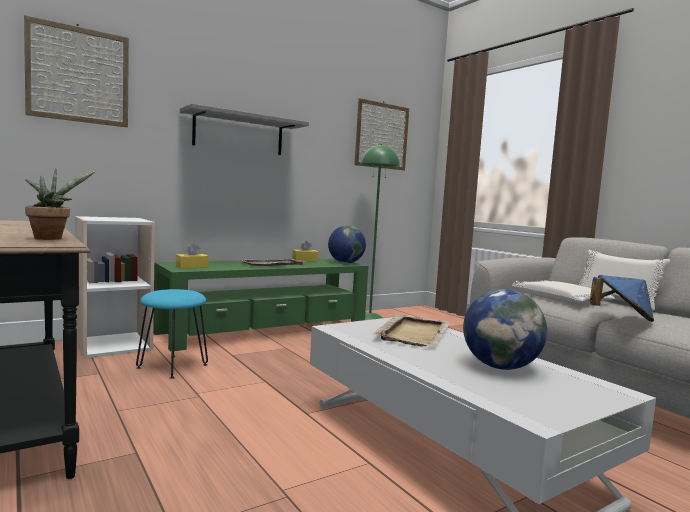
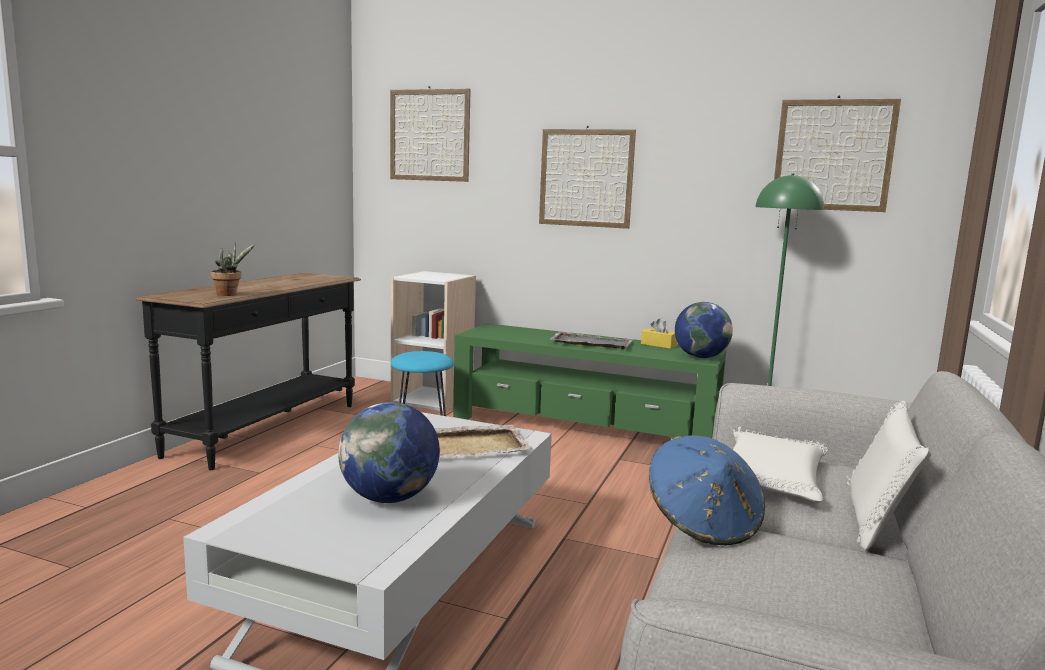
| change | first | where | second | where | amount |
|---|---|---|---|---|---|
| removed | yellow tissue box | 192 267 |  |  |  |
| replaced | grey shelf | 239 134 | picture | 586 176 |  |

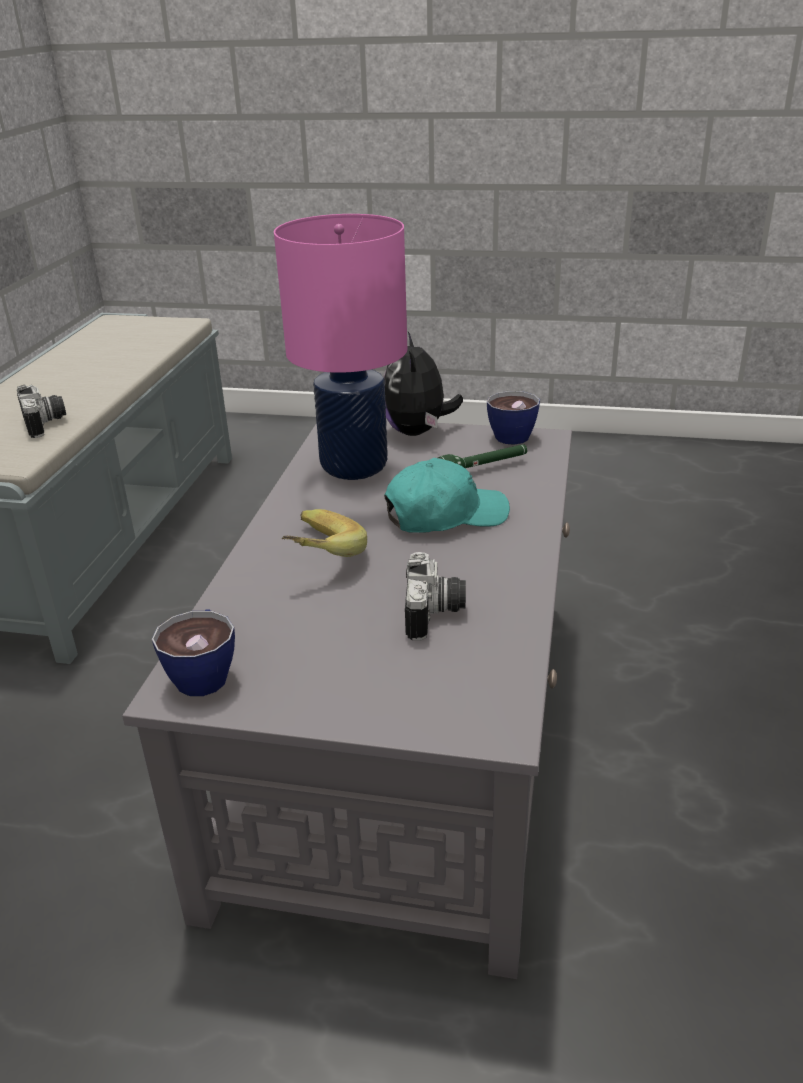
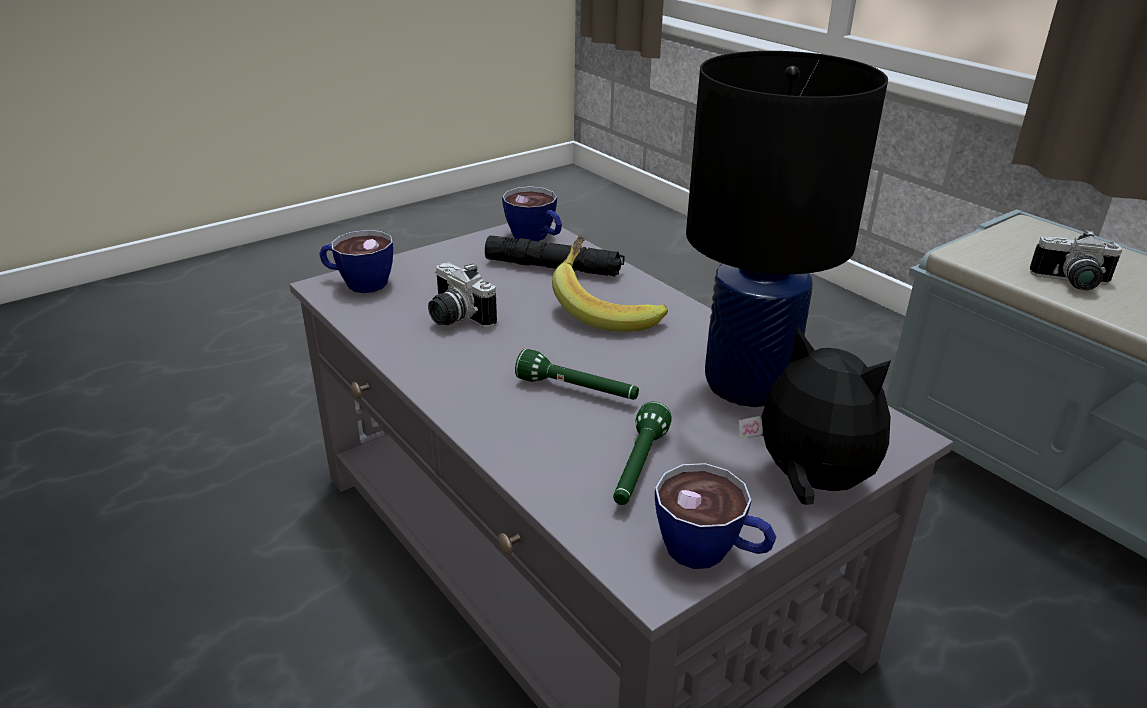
| change | first | where | second | where | amount |
|---|---|---|---|---|---|
| recoloured | pink table lamp | 353 470 | black table lamp | 749 390 |  |
| replaced | turquoise cap | 445 515 | green flashlight | 577 391 |  |
| added |  |  | cup | 358 283 |  |
| added |  |  | black flashlight | 553 267 |  |

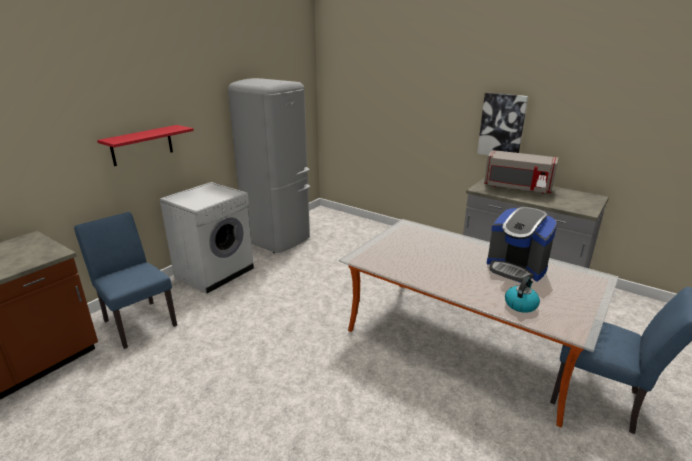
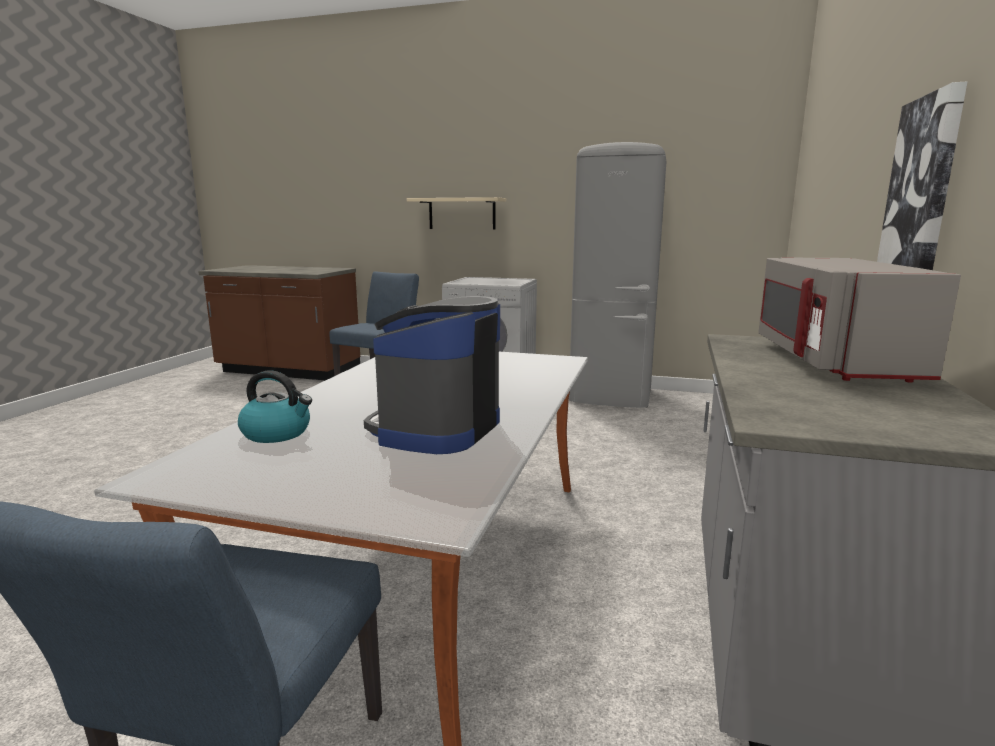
| change | first | where | second | where | amount |
|---|---|---|---|---|---|
| recoloured | red shelf | 142 145 | beige shelf | 462 214 |  |

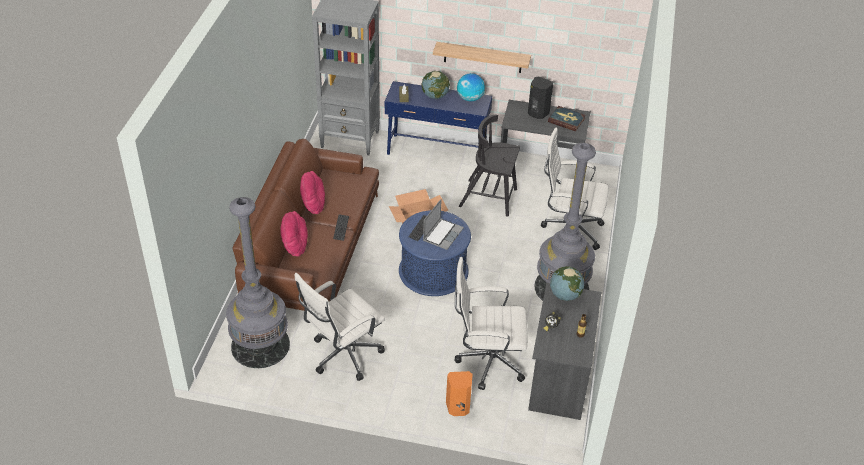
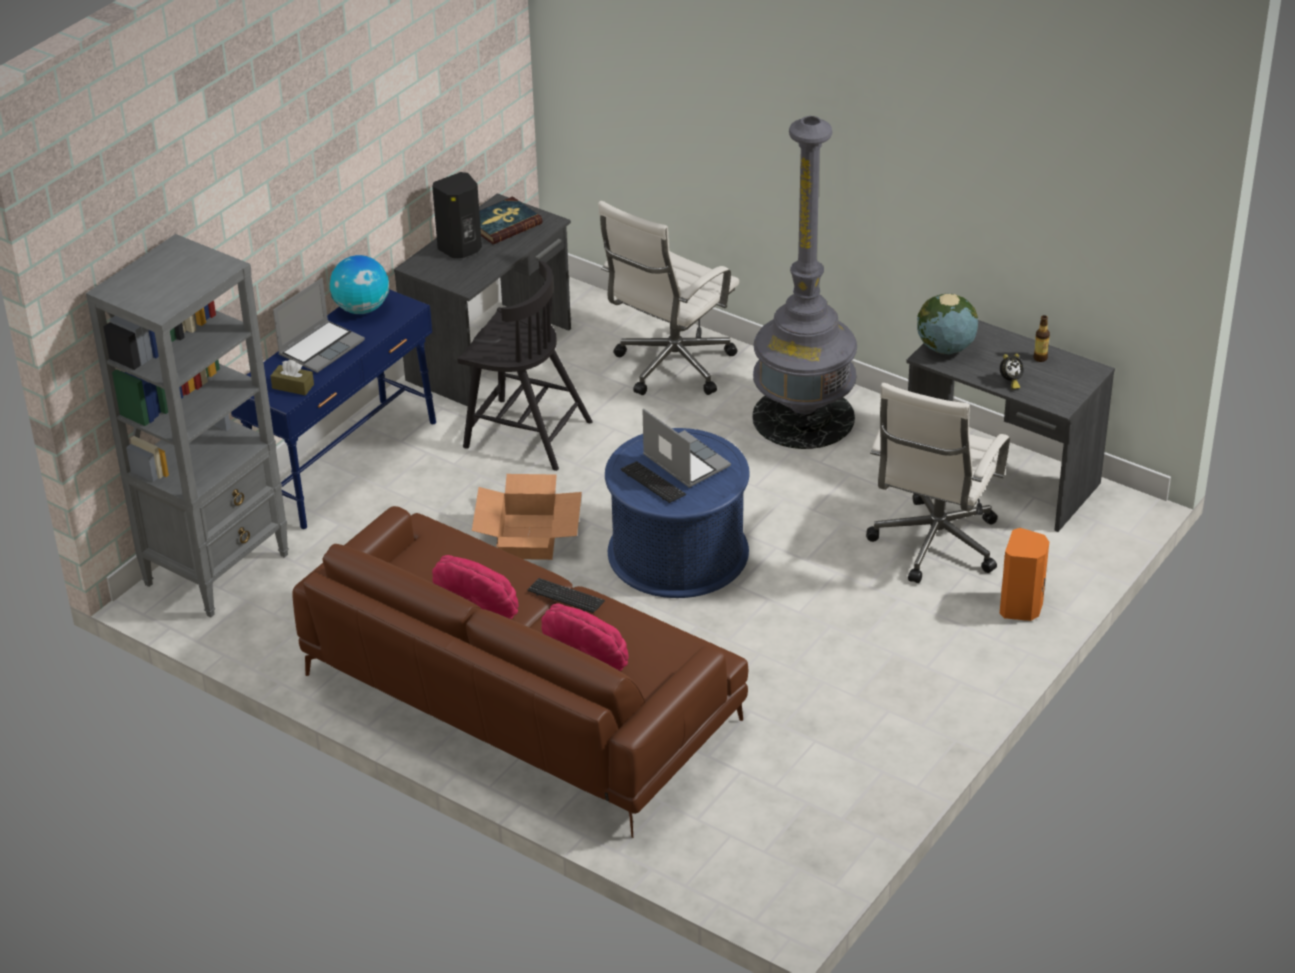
| change | first | where | second | where | amount |
|---|---|---|---|---|---|
| removed | grey floor lamp | 260 345 |  |  |  |
| removed | white office chair | 343 356 |  |  |  |
| replaced | globe | 435 96 | laptop | 321 347 |  |
| removed | shelf | 482 57 |  |  |  |
| turned | black chair | 489 198 |  | 525 433 | 105 degrees counterclockwise |

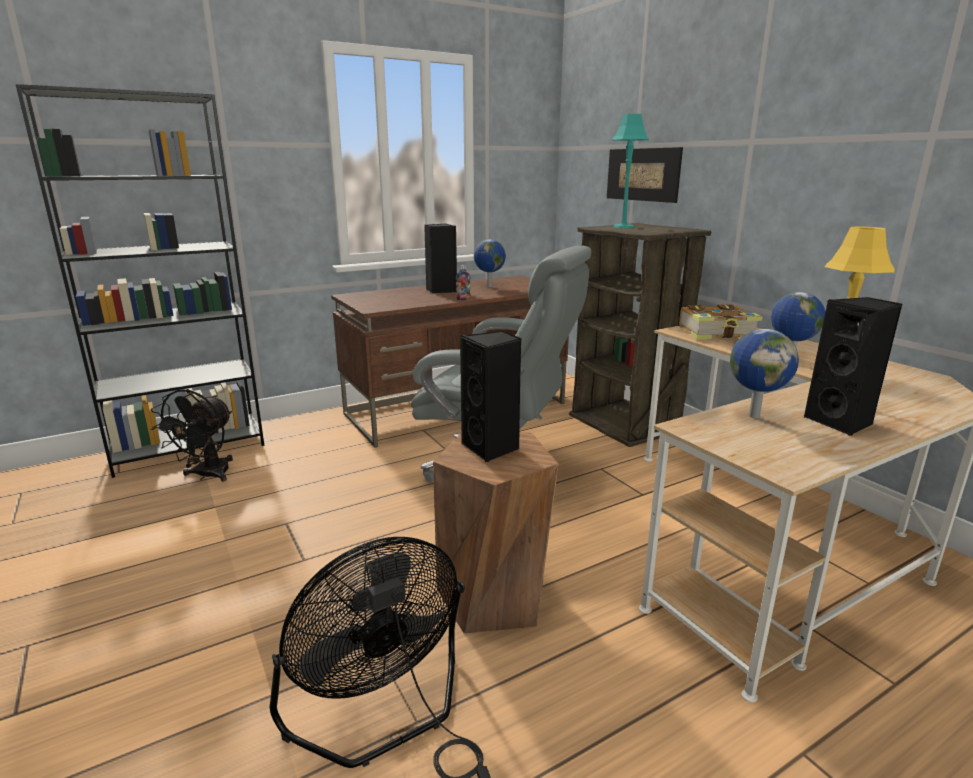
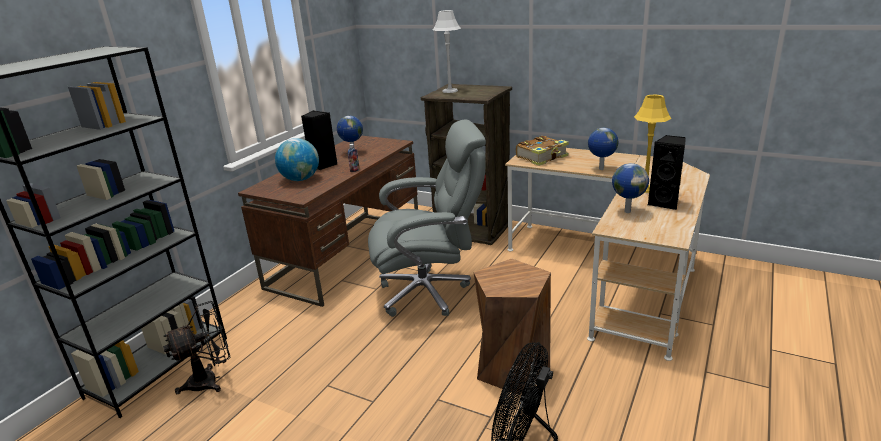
| change | first | where | second | where | amount |
|---|---|---|---|---|---|
| turned | black fan | 207 475 |  | 211 380 | 105 degrees counterclockwise |
| removed | black speaker | 492 448 |  |  |  |
| removed | picture | 642 174 |  |  |  |
| recoloured | turquoise table lamp | 623 226 | grey table lamp | 450 91 |  |
| added |  |  | globe | 300 179 |  |

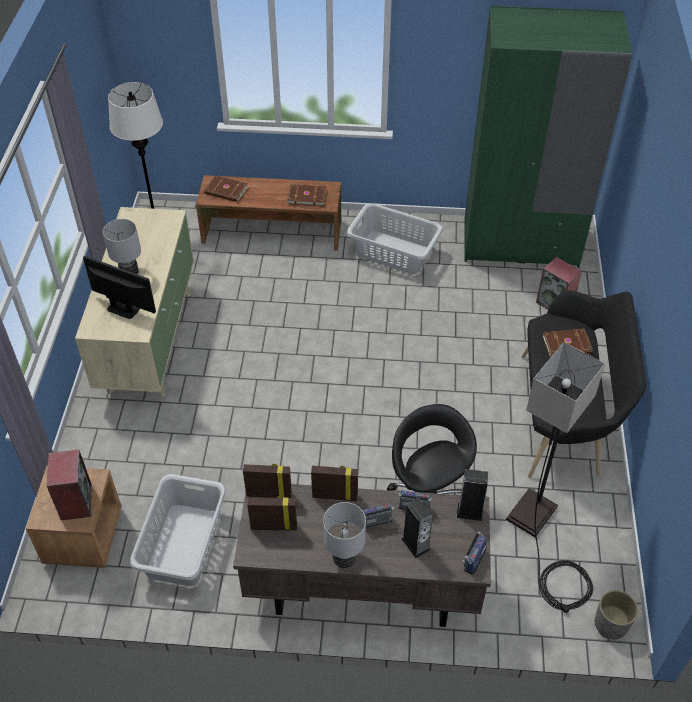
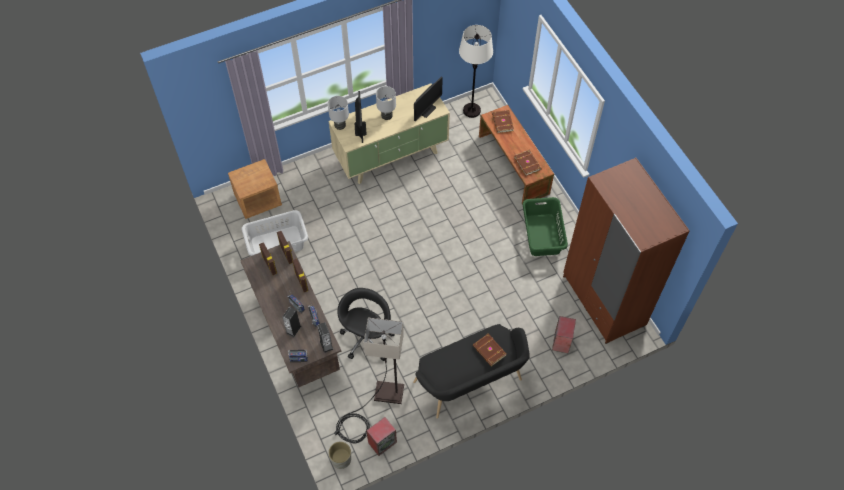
| change | first | where | second | where | amount |
|---|---|---|---|---|---|
| moved | speaker | 75 501 |  | 382 442 |  |
| moved | grey table lamp | 344 557 |  | 340 125 |  |
| recoloured | grey laundry basket | 393 252 | green laundry basket | 542 234 |  |
| recoloured | green wardrobe | 520 243 | brown wardrobe | 603 300 |  |
| added |  |  | monitor | 427 110 |  |

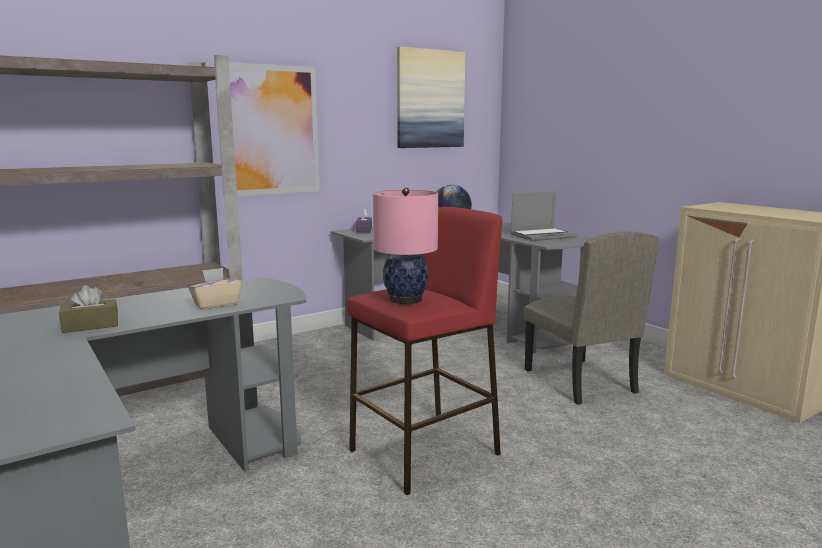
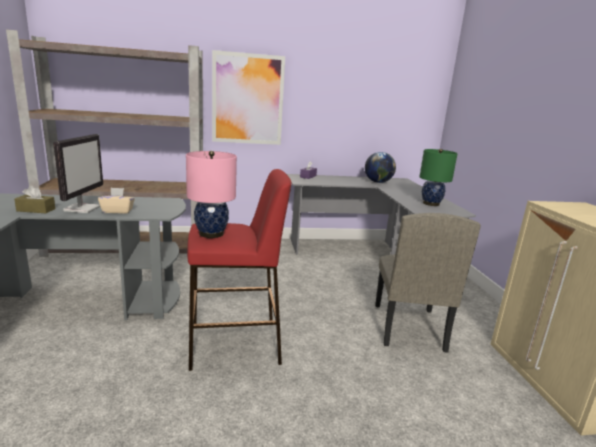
| change | first | where | second | where | amount |
|---|---|---|---|---|---|
| removed | picture | 430 99 |  |  |  |
| replaced | laptop | 543 236 | green table lamp | 431 203 |  |
| added |  |  | monitor | 82 208 |  |

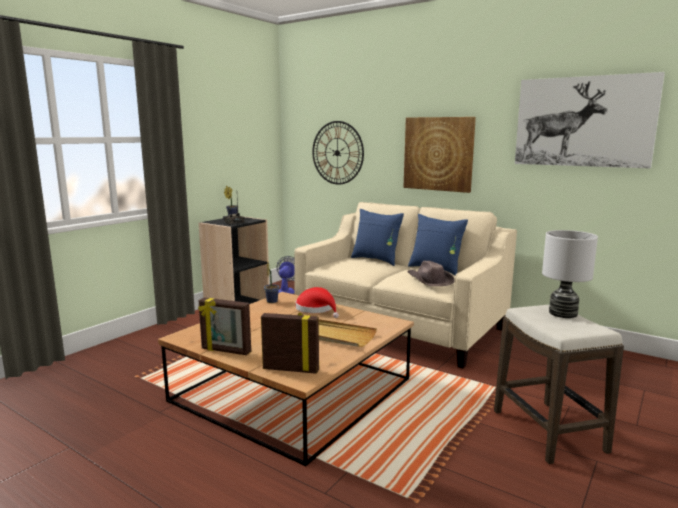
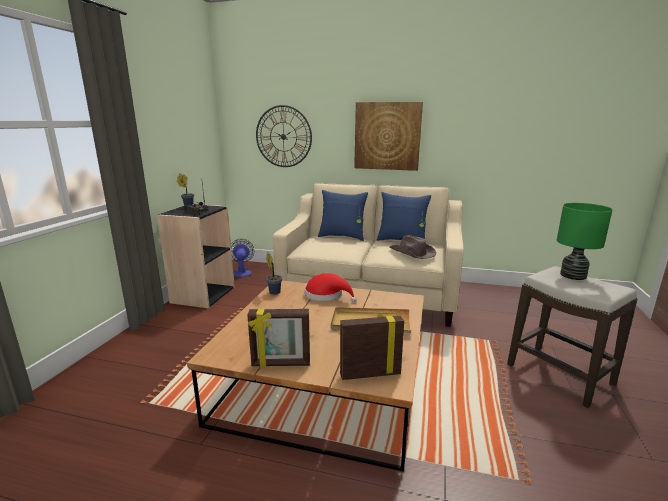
| change | first | where | second | where | amount |
|---|---|---|---|---|---|
| removed | picture | 583 122 |  |  |  |
| recoloured | grey table lamp | 562 313 | green table lamp | 573 275 |  |

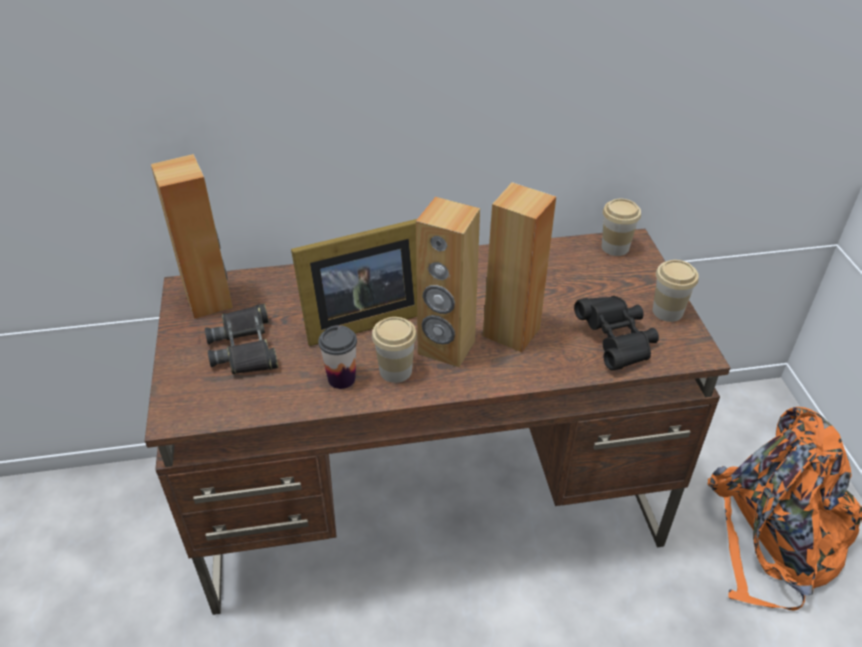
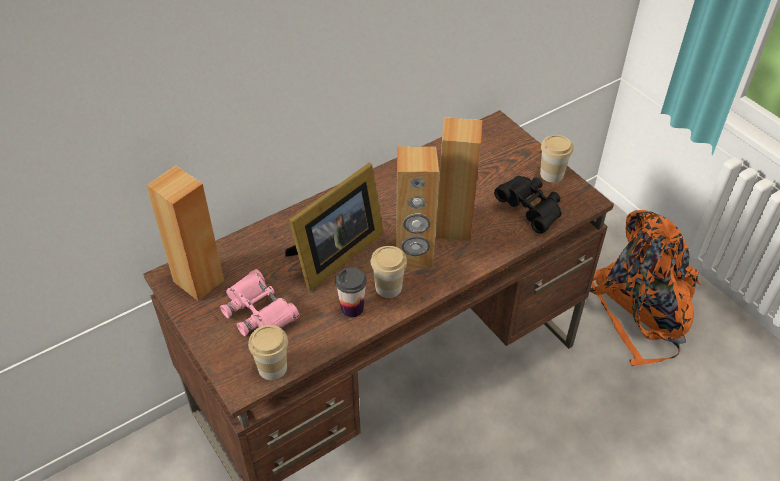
| change | first | where | second | where | amount |
|---|---|---|---|---|---|
| recoloured | black binoculars | 245 347 | pink binoculars | 258 310 |  |
| moved | cup | 615 247 |  | 272 368 |  |

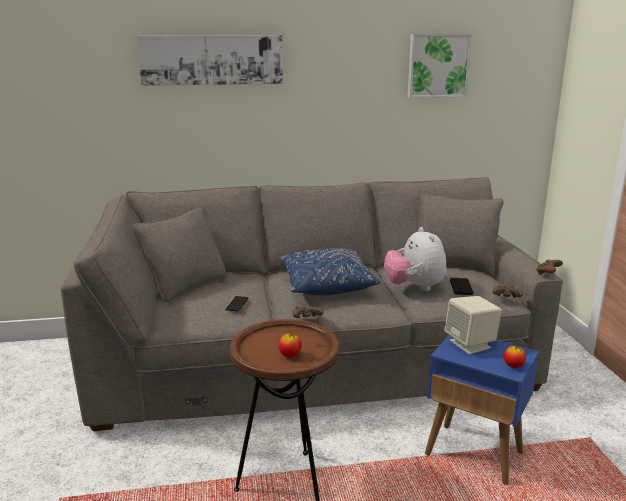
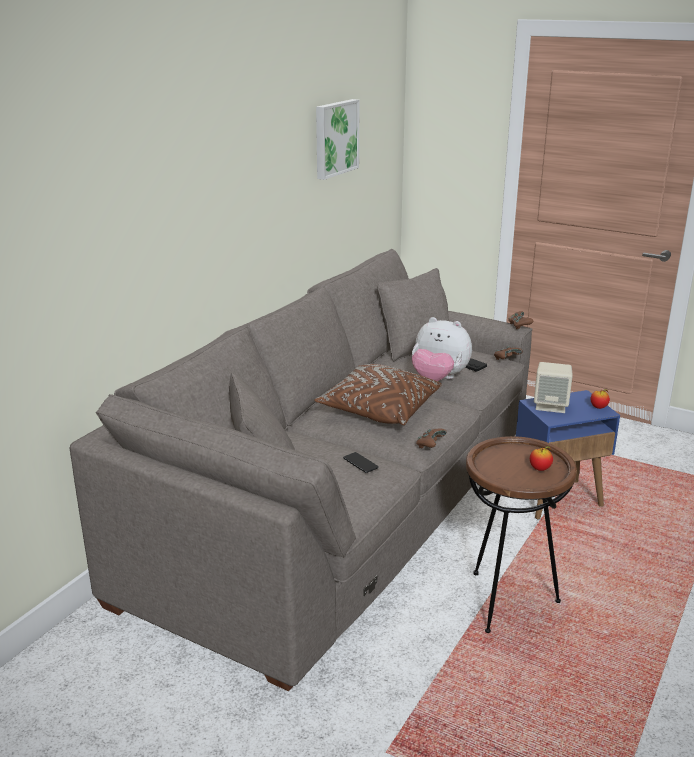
| change | first | where | second | where | amount |
|---|---|---|---|---|---|
| removed | picture | 212 59 |  |  |  |
| recoloured | blue pillow | 326 285 | brown pillow | 379 409 |  |

